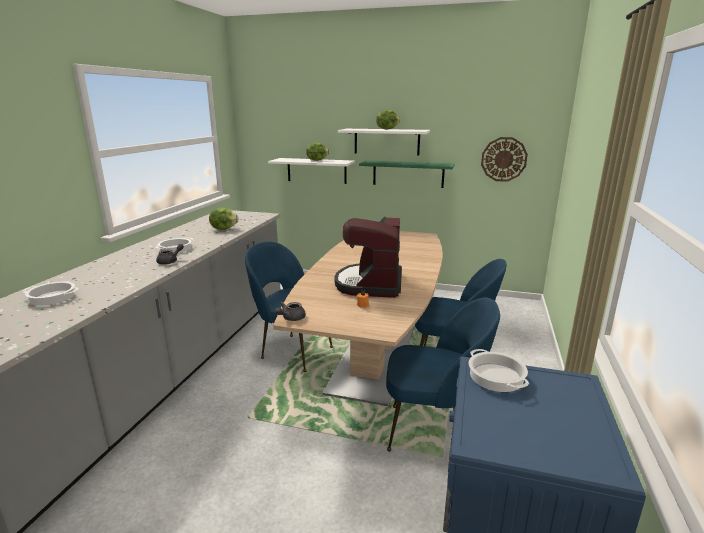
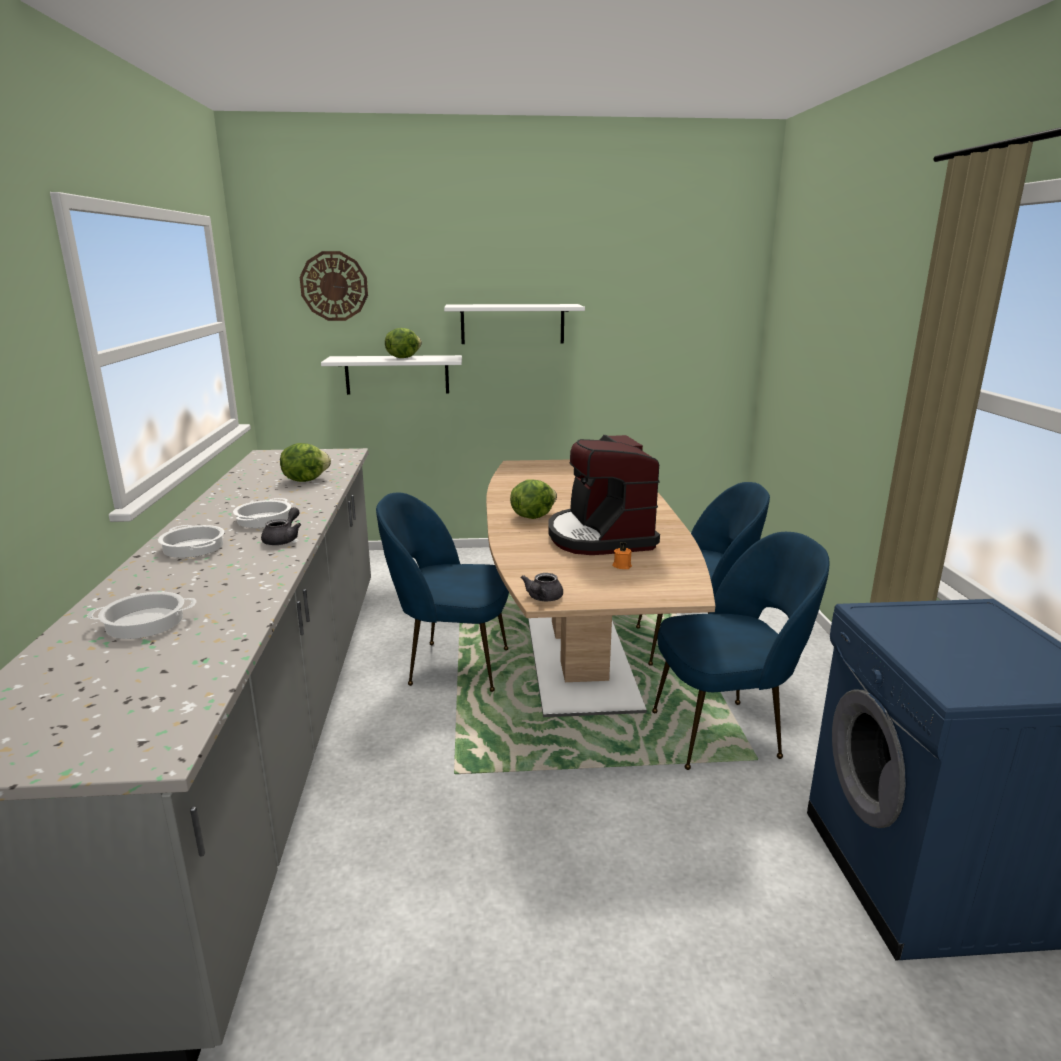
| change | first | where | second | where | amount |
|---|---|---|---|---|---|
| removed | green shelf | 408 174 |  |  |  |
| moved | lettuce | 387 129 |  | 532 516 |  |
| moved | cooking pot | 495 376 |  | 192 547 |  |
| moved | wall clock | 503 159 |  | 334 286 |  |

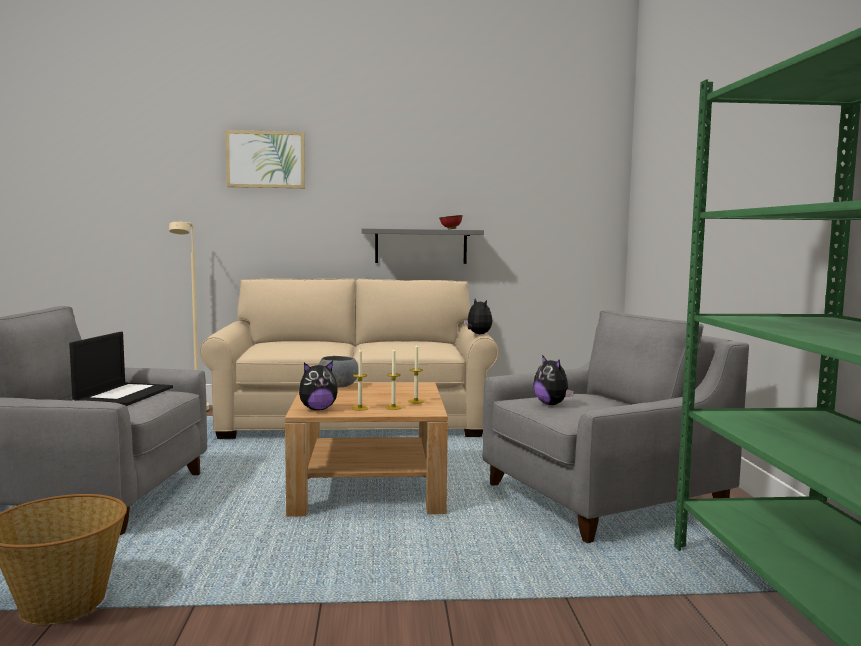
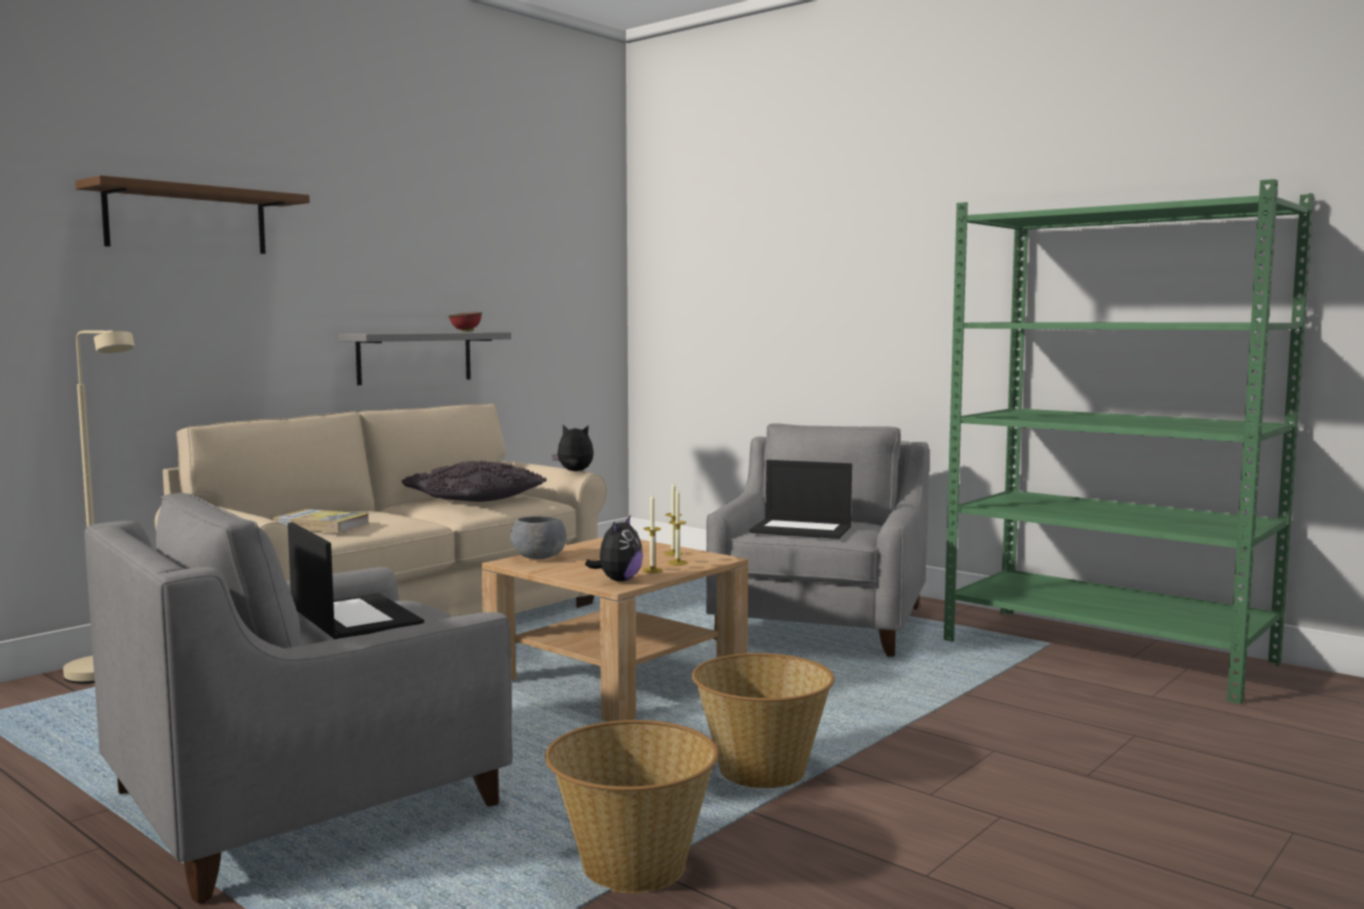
| change | first | where | second | where | amount |
|---|---|---|---|---|---|
| replaced | picture | 266 159 | brown shelf | 187 220 |  |
| replaced | plush toy | 552 404 | laptop | 802 529 |  |
| added |  |  | book | 321 525 |  |
| added |  |  | black pillow | 474 498 |  |
| added |  |  | basket | 762 771 |  |

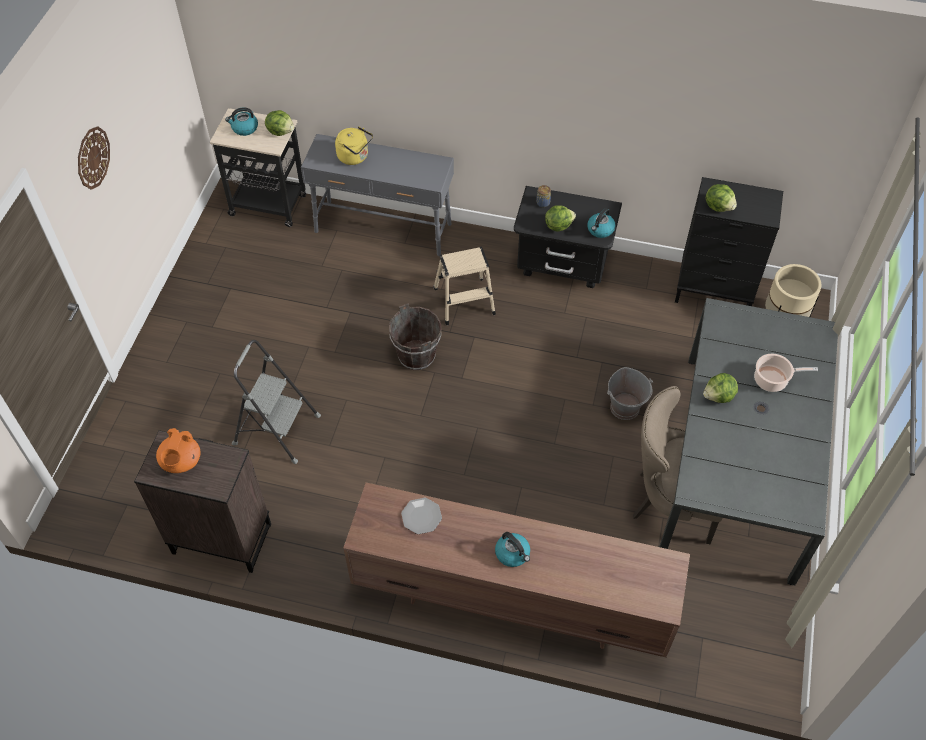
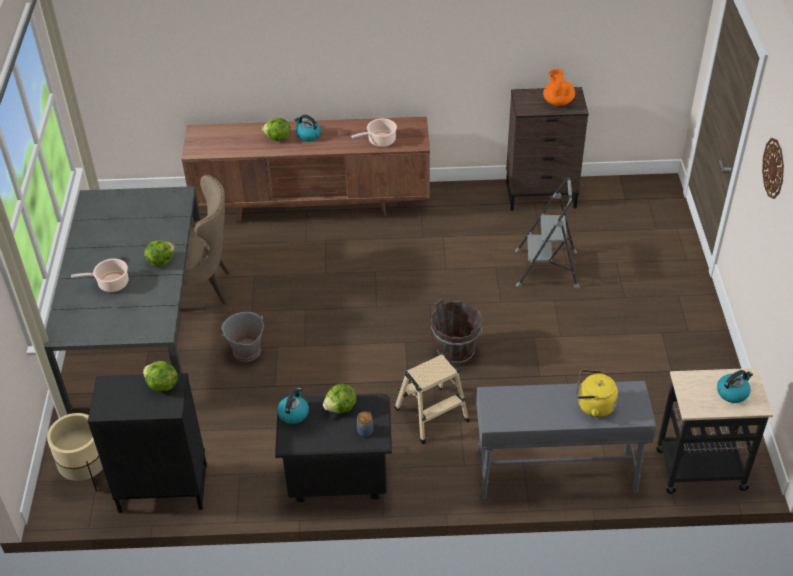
| change | first | where | second | where | amount |
|---|---|---|---|---|---|
| moved | lettuce | 281 131 |  | 277 138 |  |
| replaced | plate | 421 516 | cooking pot | 380 141 |  |

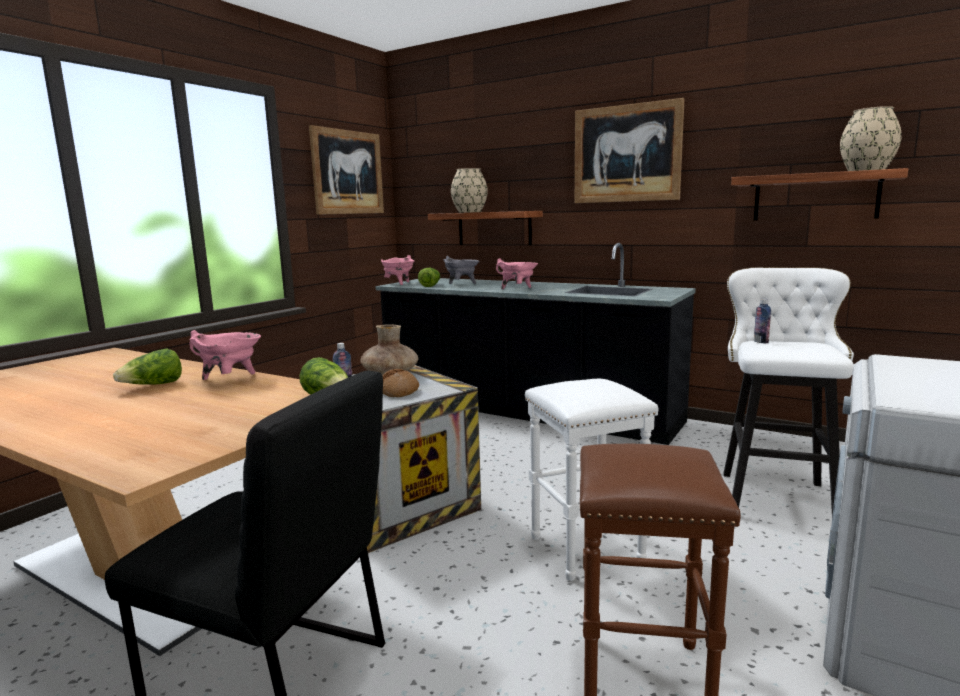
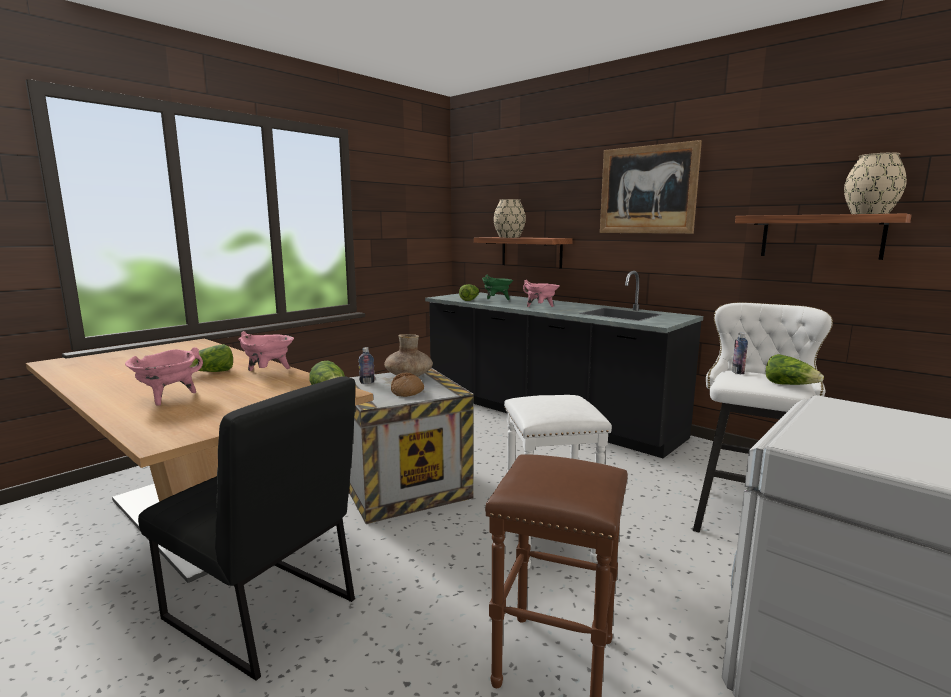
| change | first | where | second | where | amount |
|---|---|---|---|---|---|
| removed | picture | 348 172 |  |  |  |
| moved | pink cooking pot | 398 283 |  | 167 398 |  |
| recoloured | grey cooking pot | 461 284 | green cooking pot | 496 300 |  |
| added |  |  | lettuce | 790 385 |  |

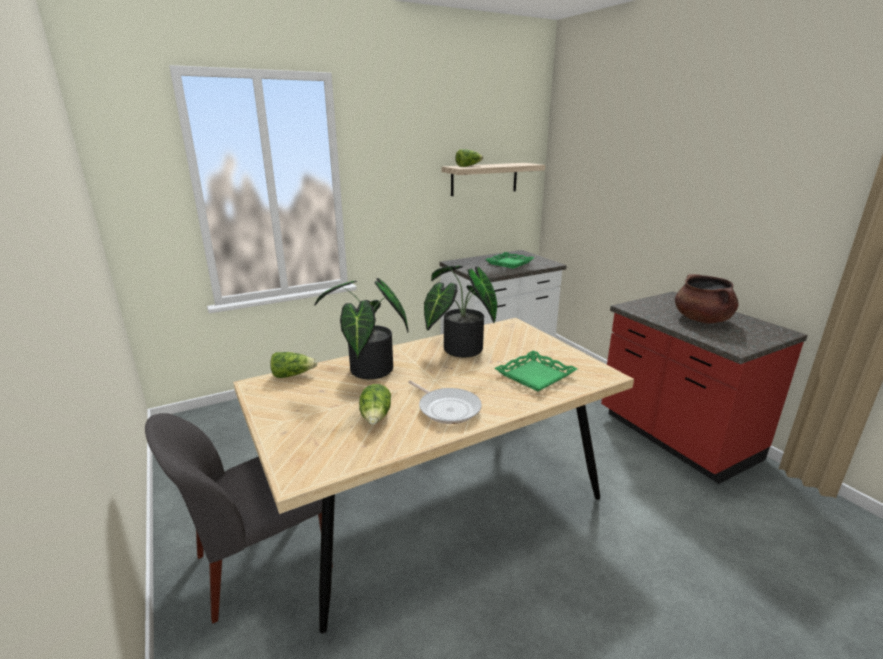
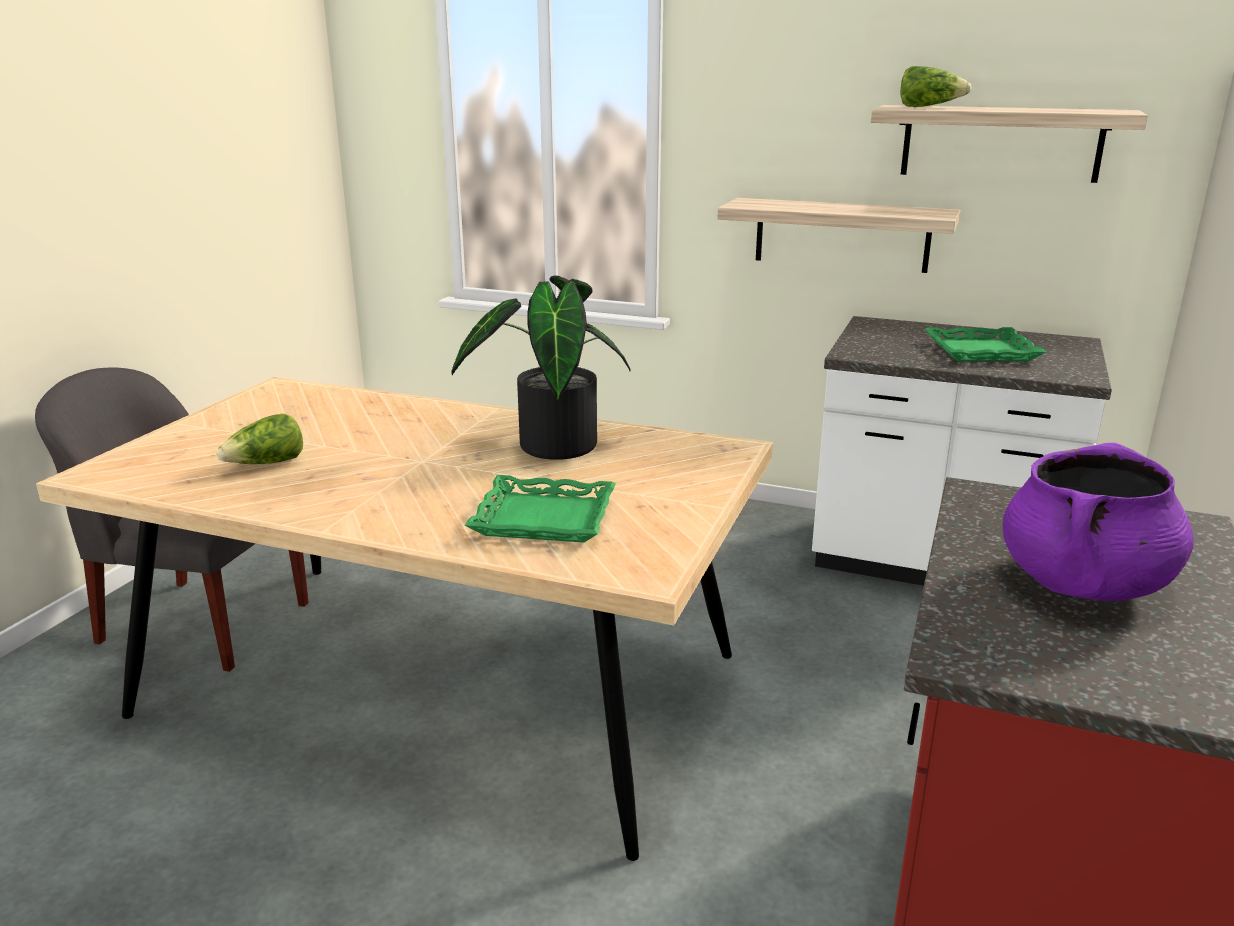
| change | first | where | second | where | amount |
|---|---|---|---|---|---|
| removed | lettuce | 293 375 |  |  |  |
| removed | potted plant | 368 372 |  |  |  |
| removed | frying pan | 447 408 |  |  |  |
| recoloured | brown cooking pot | 702 319 | purple cooking pot | 1083 584 |  |
| added |  |  | shelf | 841 235 |  |

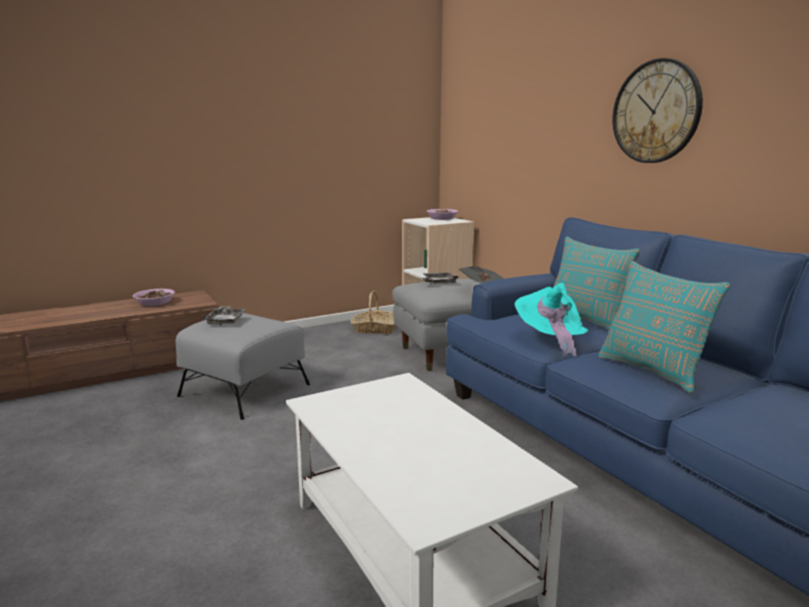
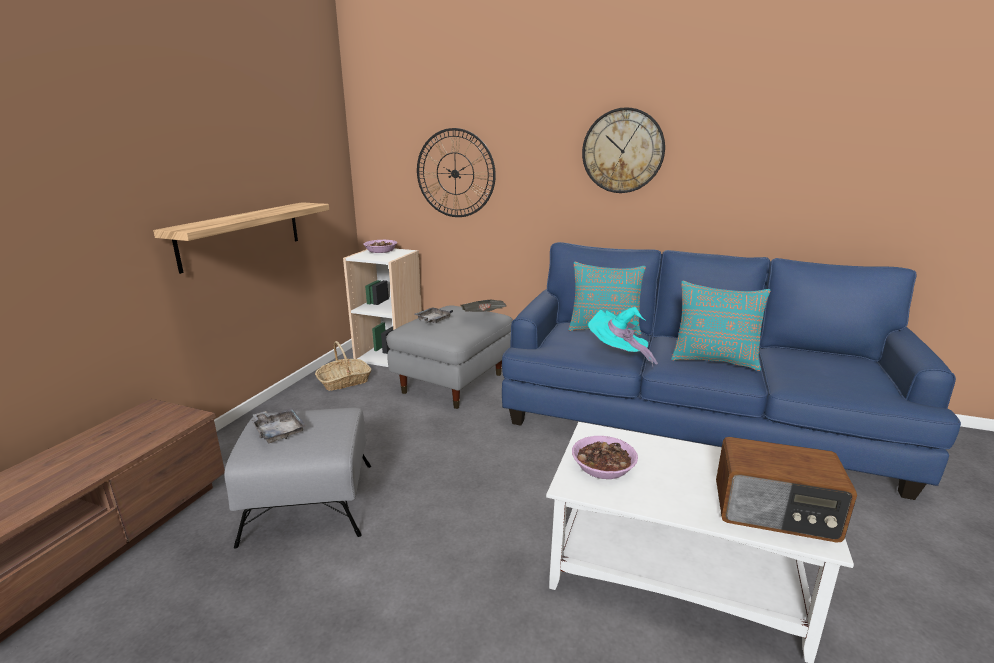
| change | first | where | second | where | amount |
|---|---|---|---|---|---|
| moved | bowl | 155 302 |  | 602 466 |  |
| added |  |  | shelf | 242 234 |  |
| added |  |  | wall clock | 455 173 |  |
| added |  |  | radio | 775 512 |  |

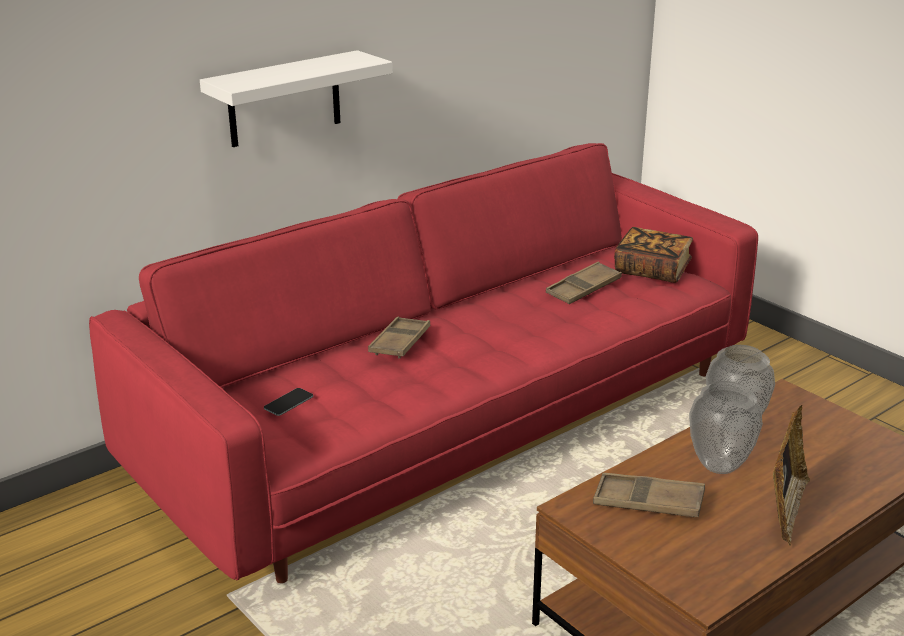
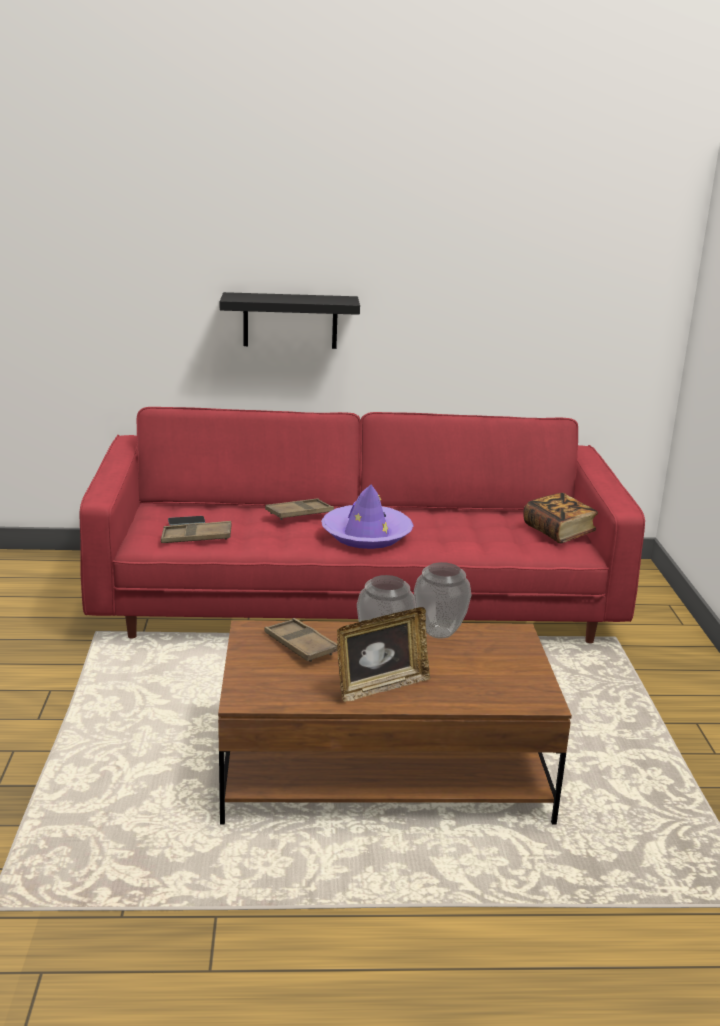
| change | first | where | second | where | amount |
|---|---|---|---|---|---|
| recoloured | white shelf | 284 99 | black shelf | 290 320 |  |
| moved | brown tray | 583 288 |  | 196 538 |  |
| added |  |  | purple hat | 366 535 |  |

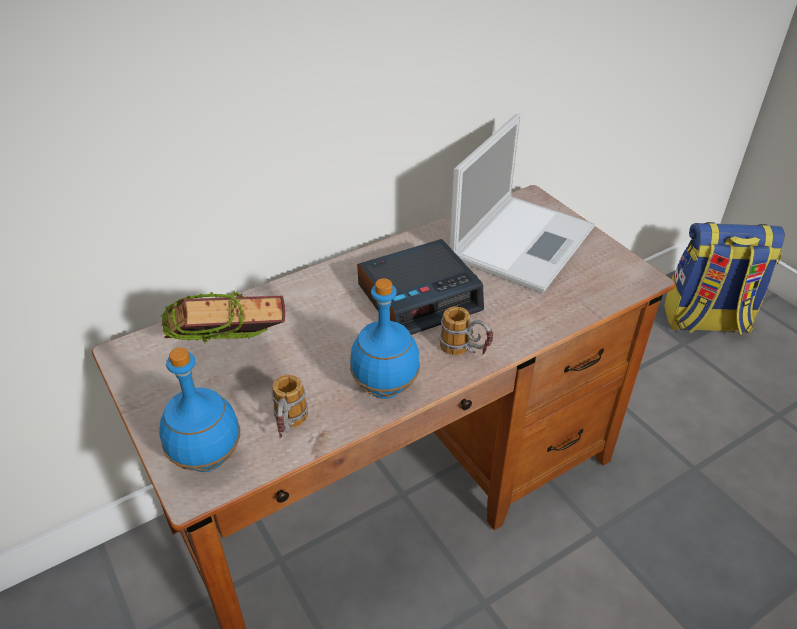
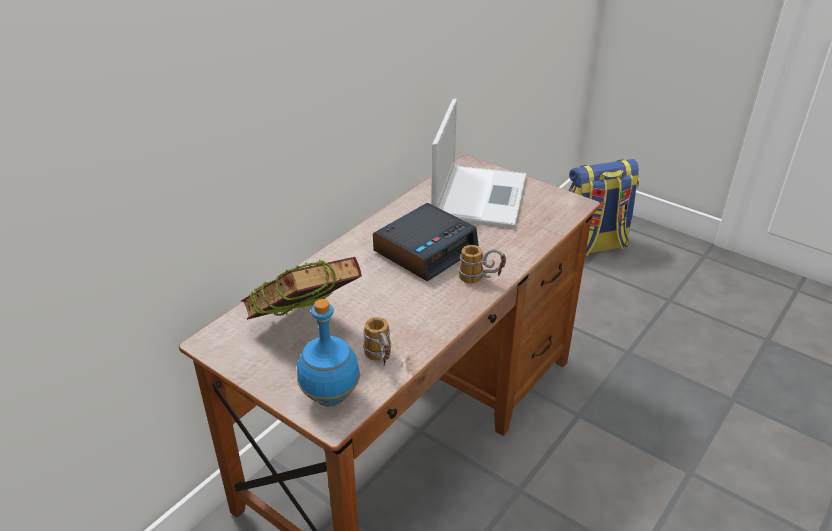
| change | first | where | second | where | amount |
|---|---|---|---|---|---|
| removed | blue bottle | 386 387 |  |  |  |

